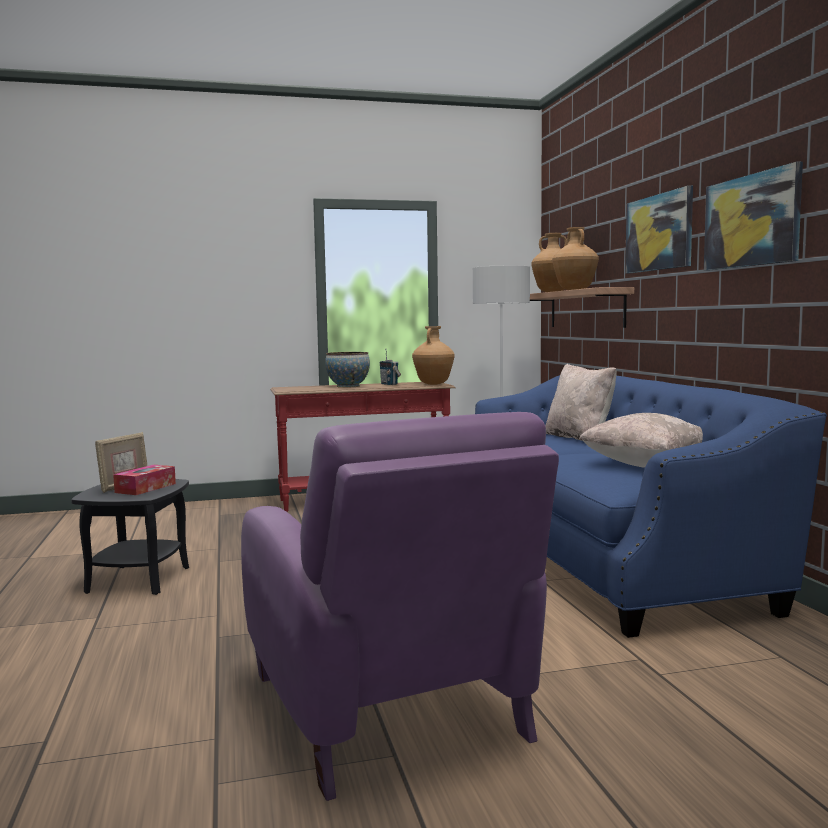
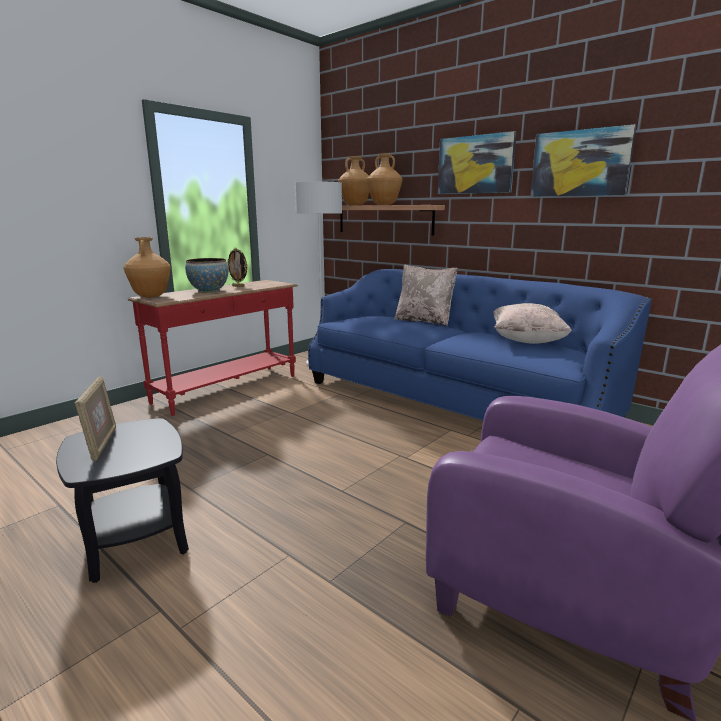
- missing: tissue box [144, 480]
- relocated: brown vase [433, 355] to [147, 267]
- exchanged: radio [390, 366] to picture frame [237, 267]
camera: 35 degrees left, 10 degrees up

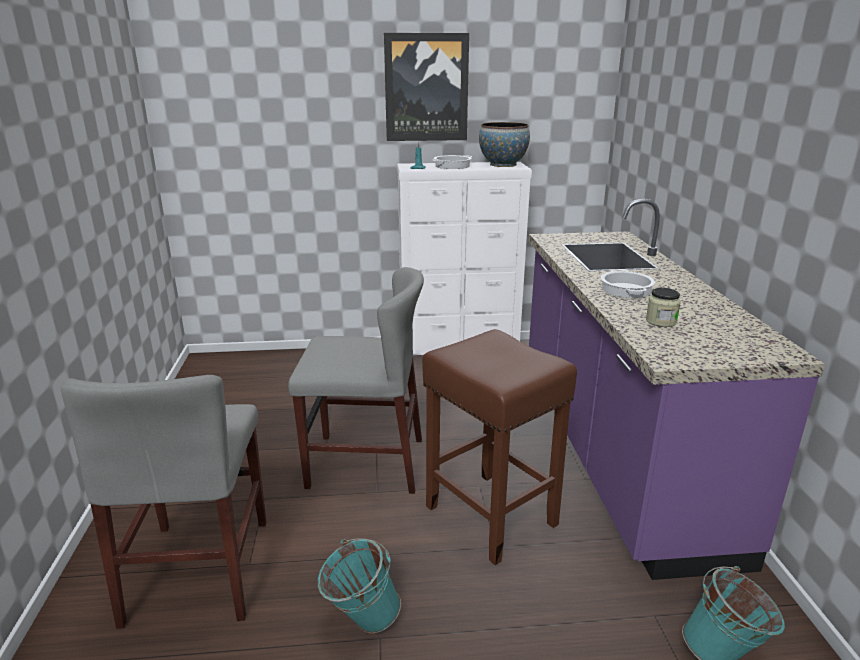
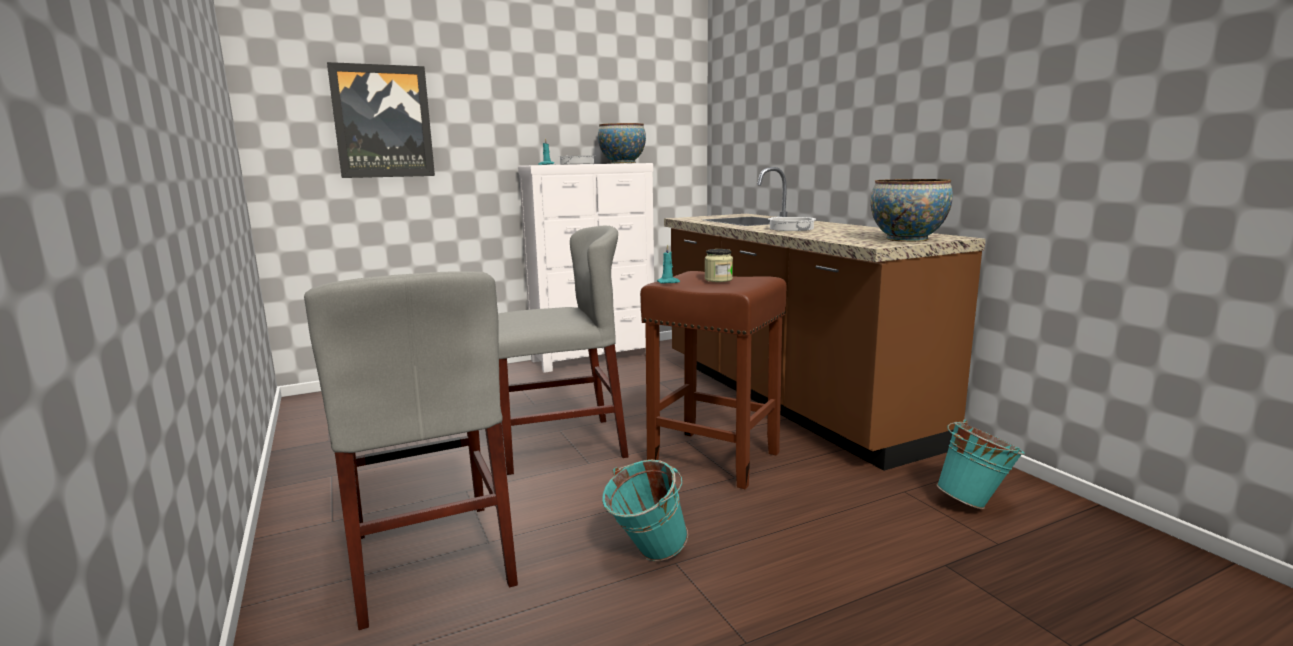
- appeared: turquoise candle [668, 263]
- appeared: bowl [912, 210]
- relocated: picture [426, 87] to [381, 120]
- relocated: jar [663, 307] to [719, 265]
- colour: purple counter [677, 389] to brown counter [825, 319]
camera: 20 degrees left, 10 degrees down

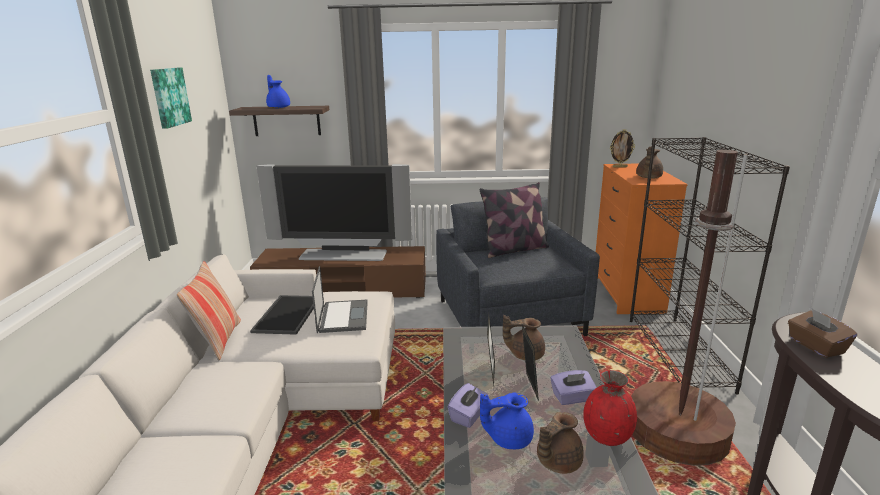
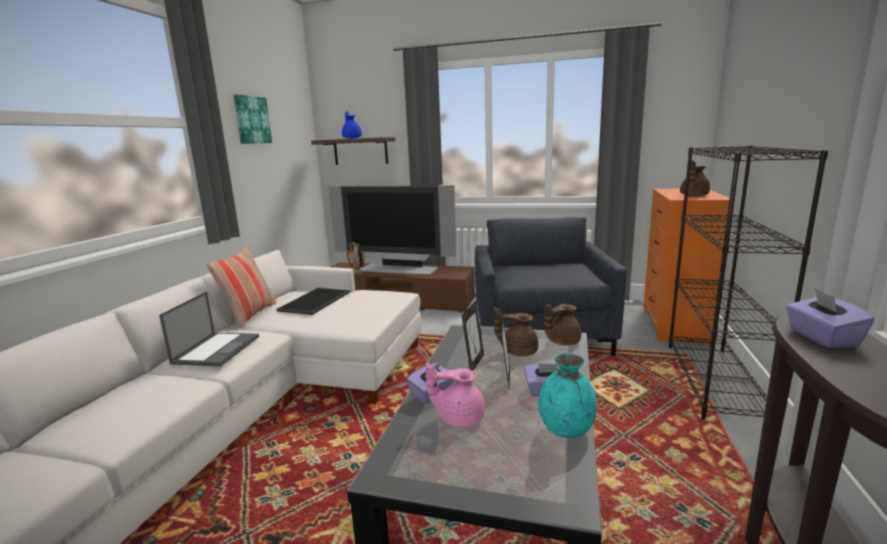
- missing: pillow [514, 220]
- missing: brown floor lamp [689, 308]
- relocated: laptop [340, 299] to [209, 329]
- relocated: brown teapot [560, 443] to [562, 324]
- relocated: picture frame [622, 148] to [355, 258]
- colour: blue teapot [507, 421] to pink teapot [455, 395]
- colour: red vase [610, 408] to turquoise vase [568, 395]
- colour: brown tissue box [822, 333] to purple tissue box [830, 318]
camera: 15 degrees right, 5 degrees down

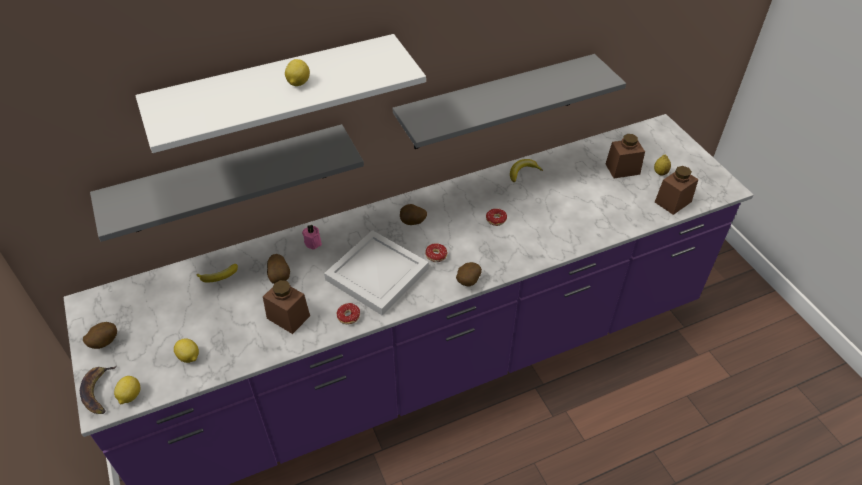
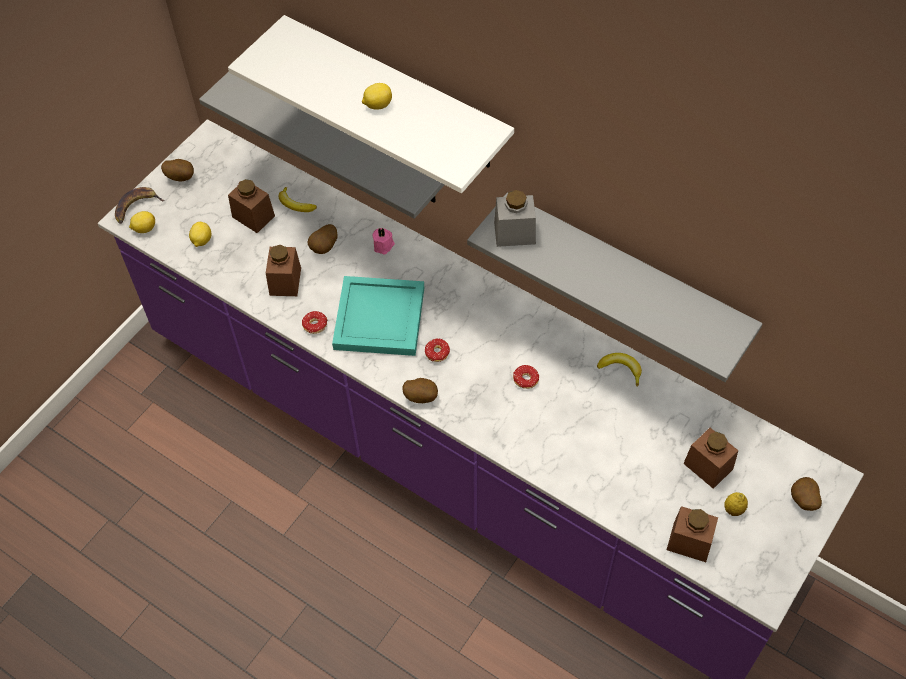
- appeared: brown jar [251, 206]
- appeared: grey jar [515, 218]
- relocated: potato [413, 214] to [806, 494]
- colour: white tray [376, 272] to turquoise tray [378, 316]
camera: 60 degrees right, 10 degrees up

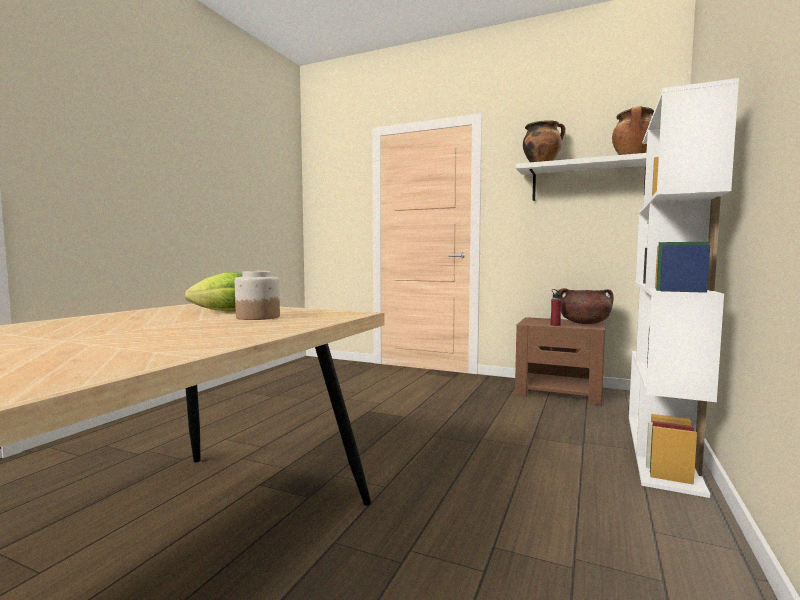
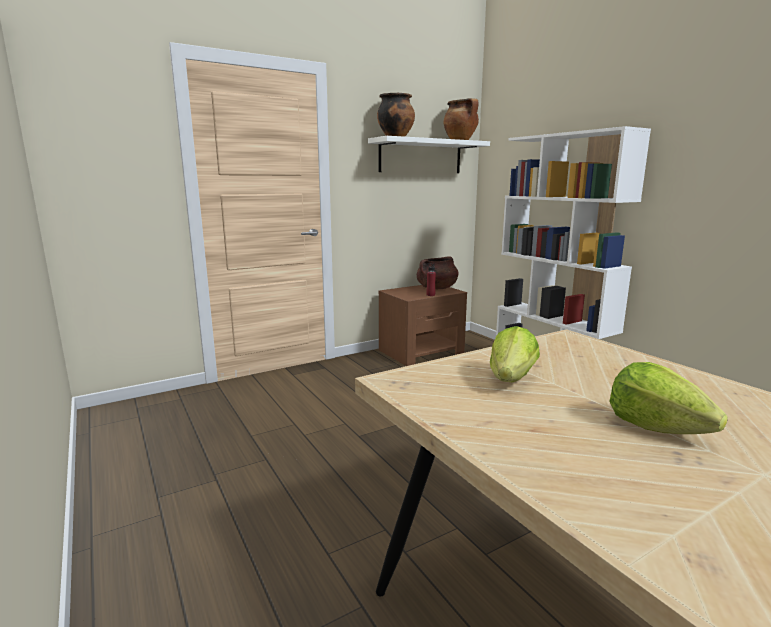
- missing: jar [257, 295]
- appeared: lettuce [668, 398]
camera: 55 degrees left, 10 degrees up

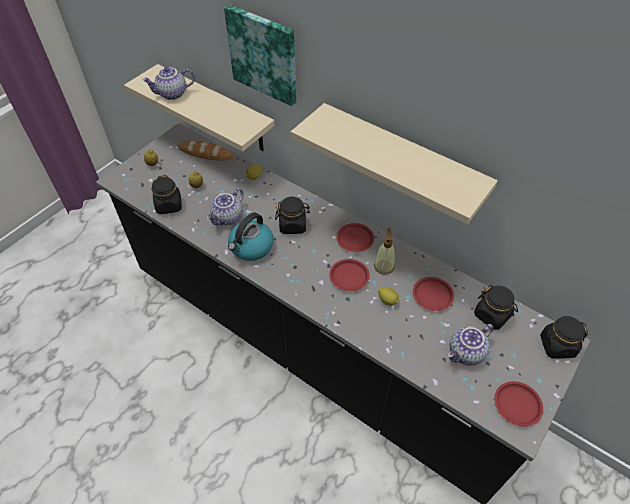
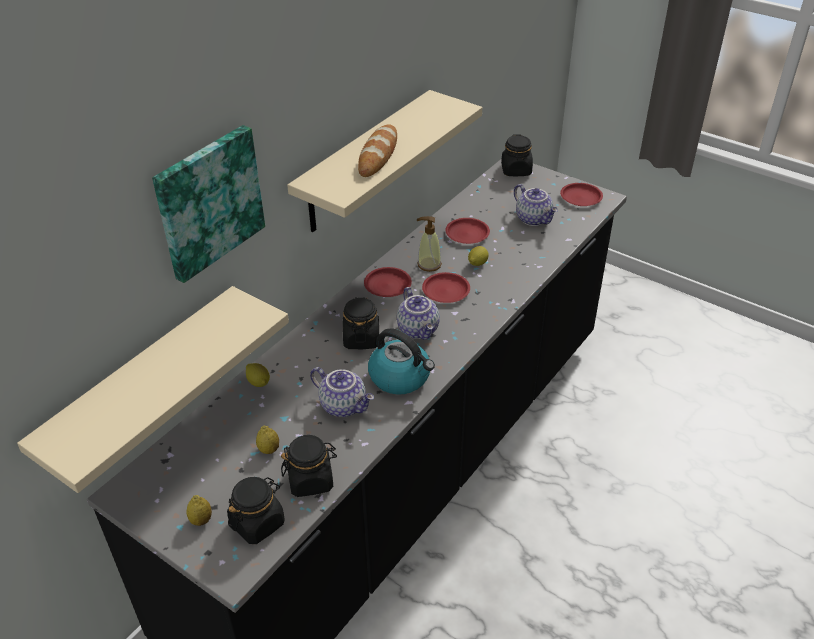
- relocated: teapot [168, 83] to [418, 313]
- relocated: bread [205, 151] to [377, 150]
- relocated: black jar [496, 307] to [256, 510]
camera: 90 degrees left, 10 degrees down

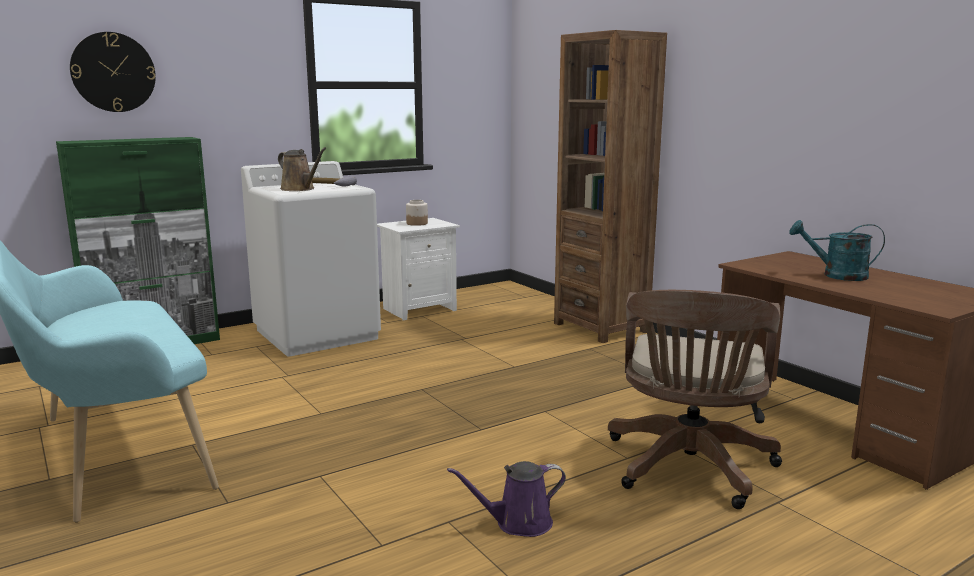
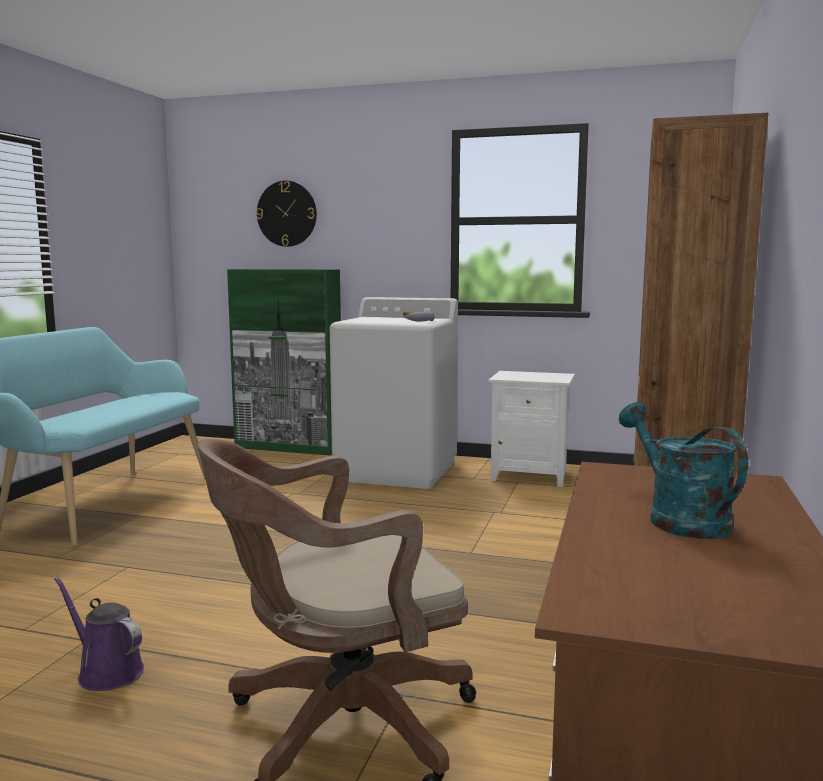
- missing: brown watering can [302, 169]
- missing: jar [417, 213]
camera: 50 degrees right, 5 degrees down

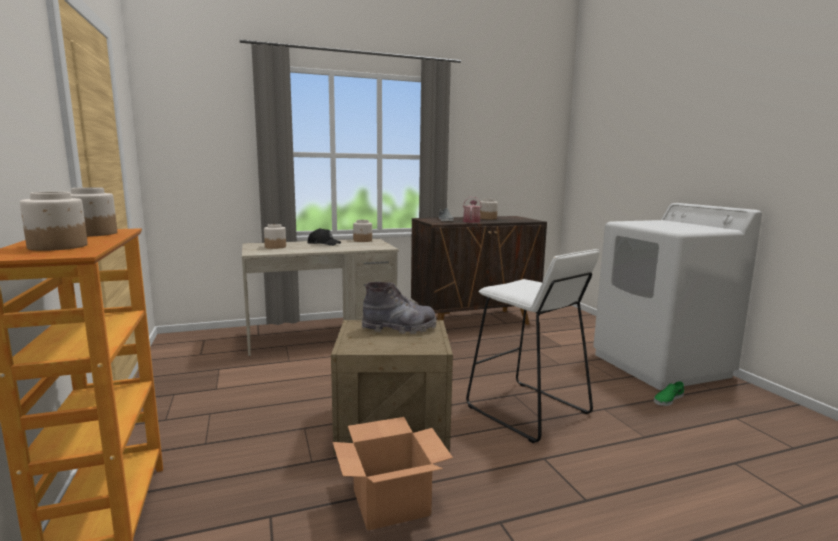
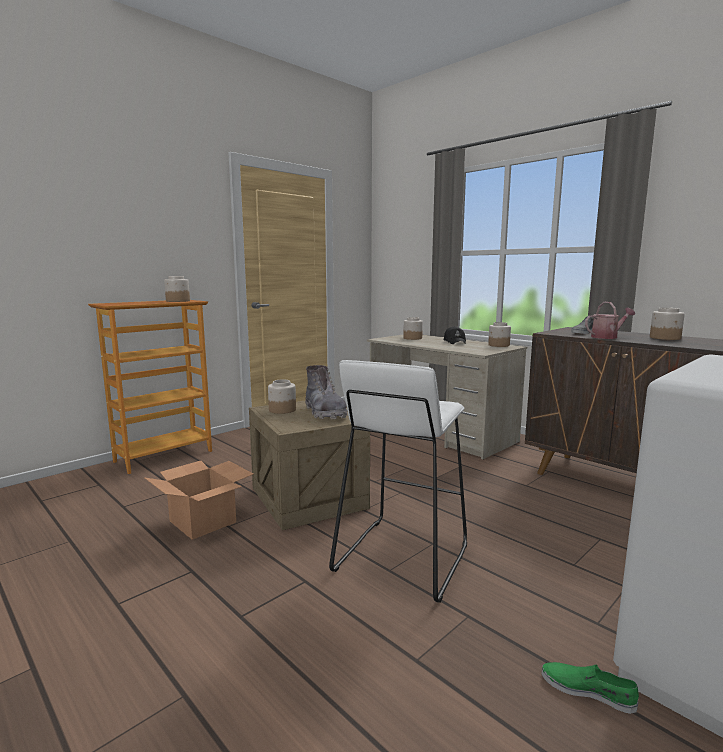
- relocated: jar [54, 221] to [282, 396]
camera: 65 degrees right, 0 degrees up

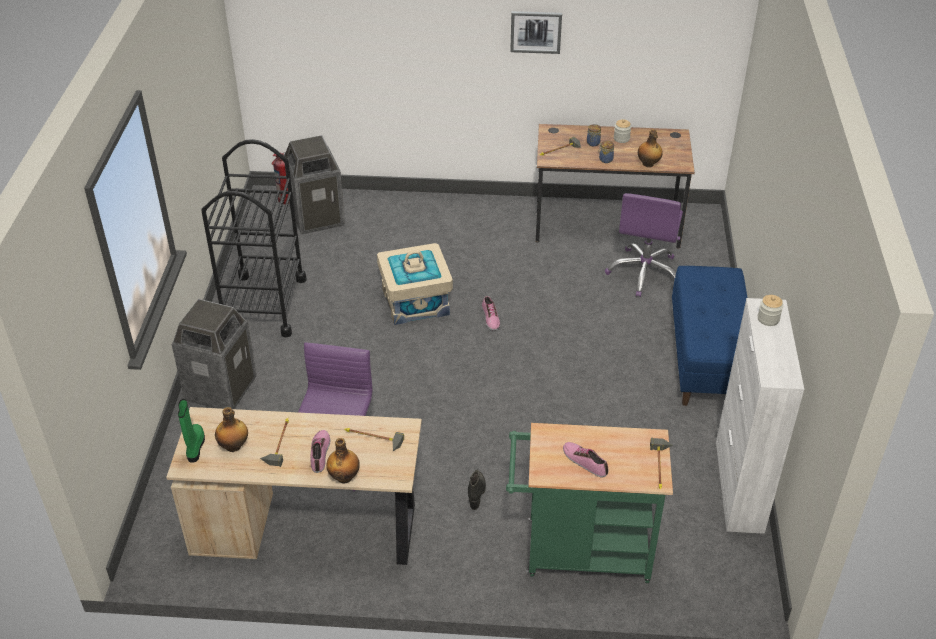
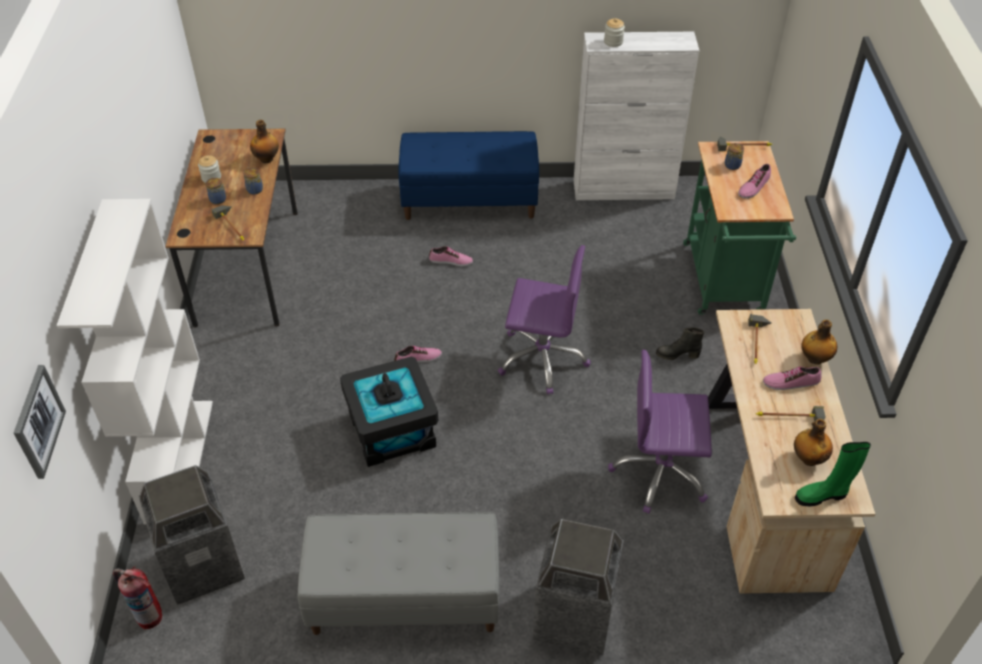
- appeared: white bookcase [134, 362]
- appeared: shoe [451, 256]
- appeared: jar [734, 156]
- relocated: picture [536, 32] to [40, 422]
- relocated: purple office chair [644, 245] to [544, 320]
- exchanged: black cart [254, 238] to grey bench [398, 573]
- colour: beige storage box [415, 284] to black storage box [389, 411]
camera: 95 degrees left, 5 degrees up

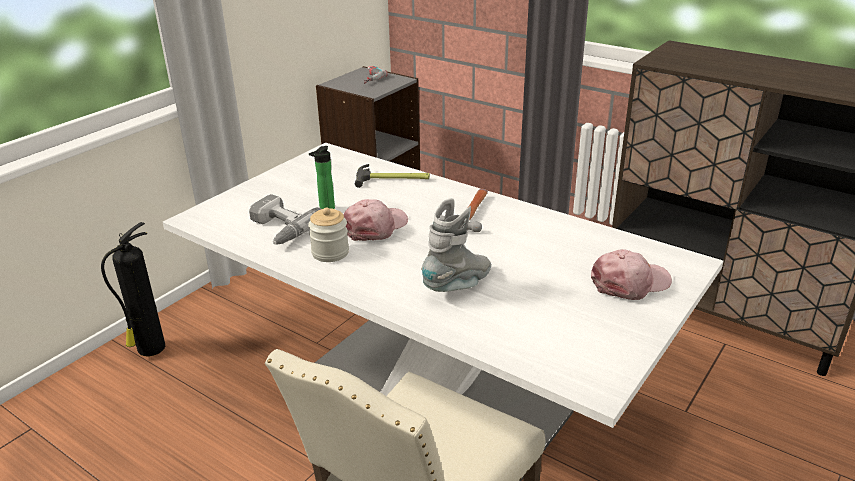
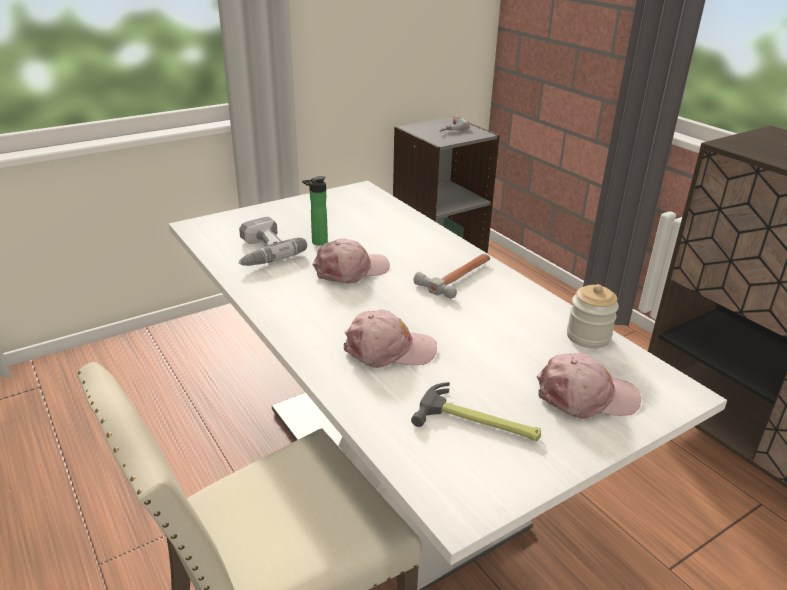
- missing: fire extinguisher [133, 289]
- relocated: jar [328, 235] to [593, 316]
- relocated: hammer [392, 176] to [476, 411]
- exchanged: grey boot [456, 245] to pink cap [390, 339]
camera: 20 degrees right, 0 degrees up

